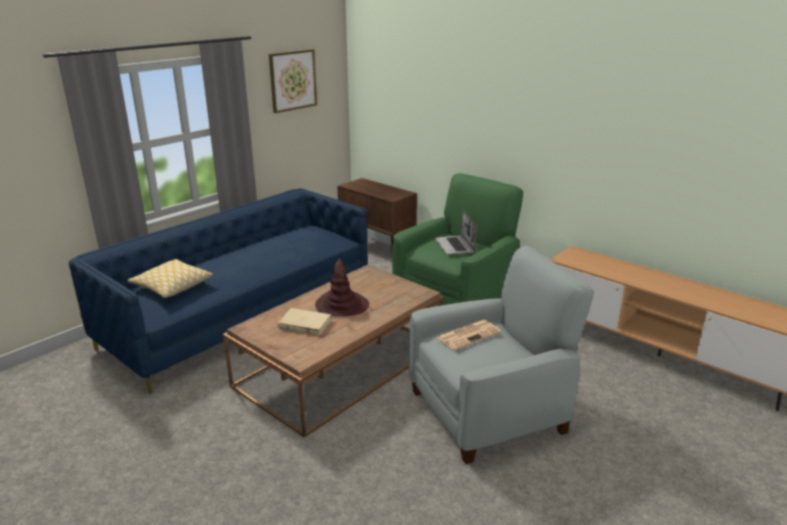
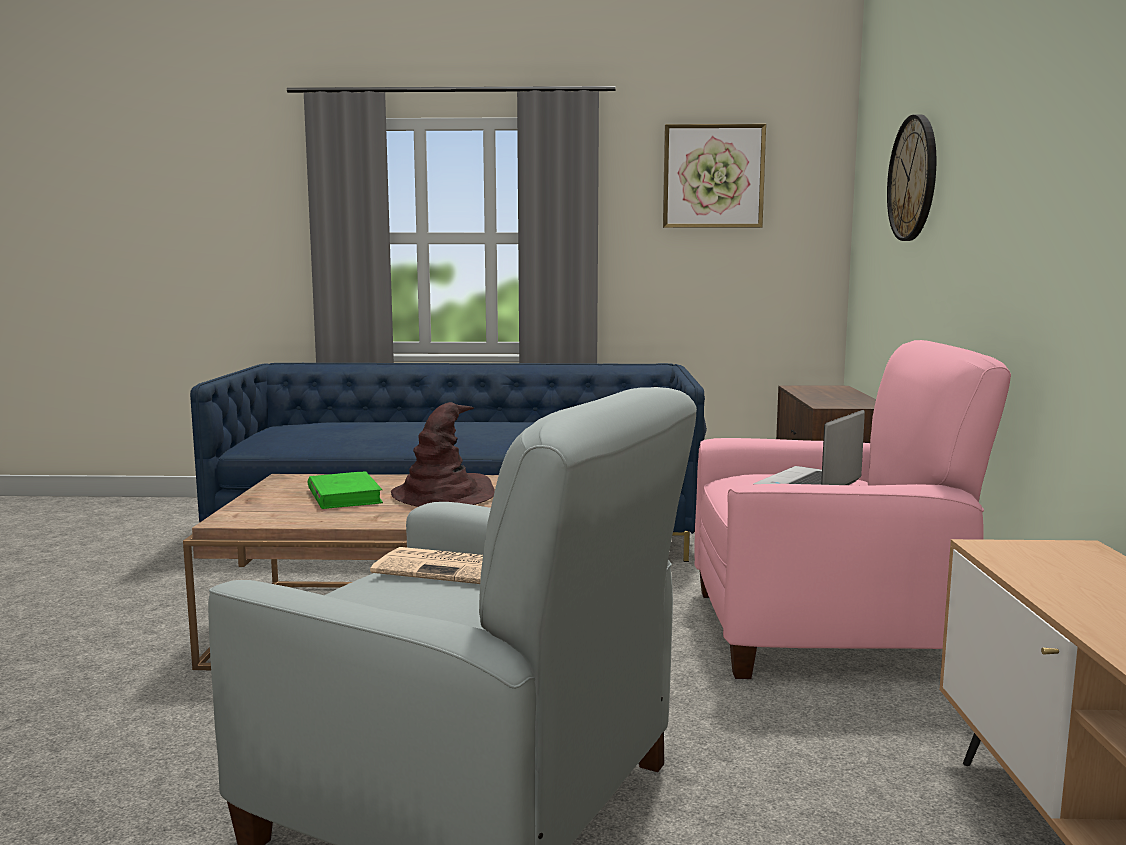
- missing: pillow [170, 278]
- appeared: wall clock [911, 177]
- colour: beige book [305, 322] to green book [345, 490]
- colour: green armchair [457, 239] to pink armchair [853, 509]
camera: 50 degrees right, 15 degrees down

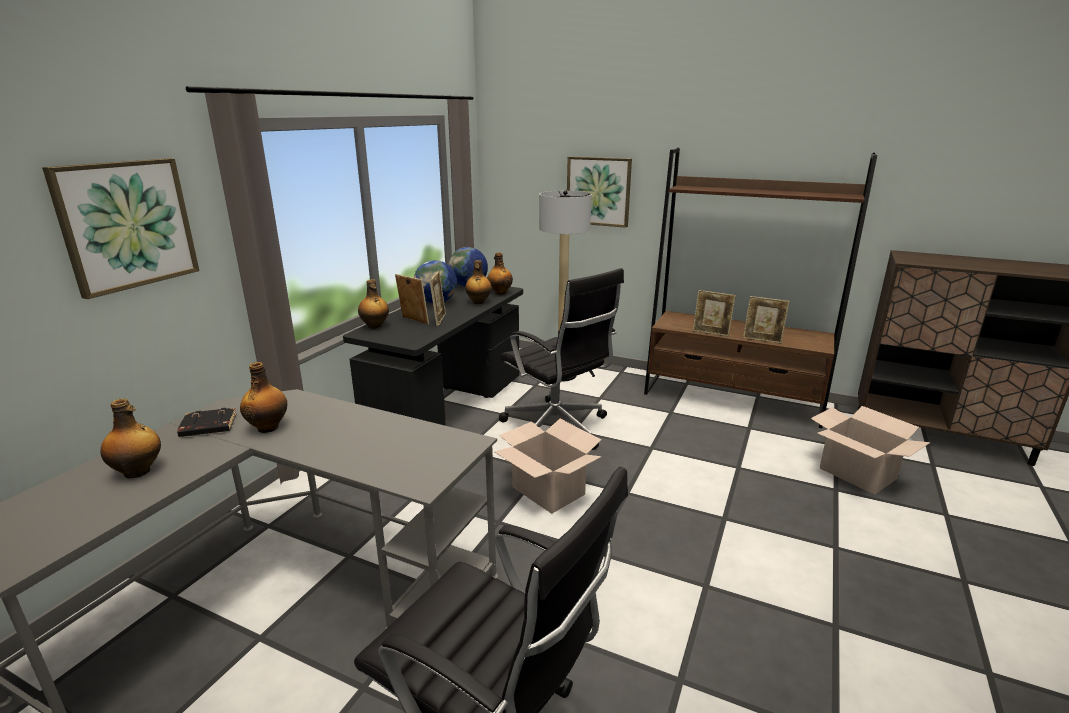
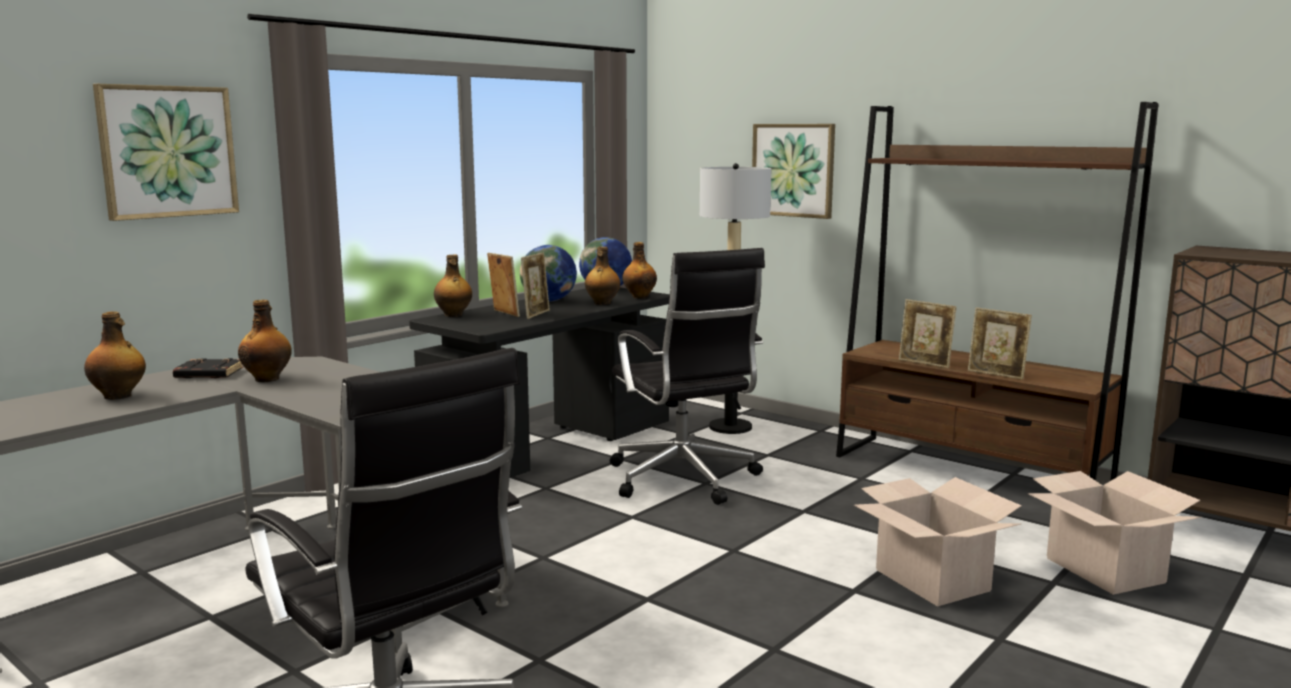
- relocated: cardboard box [548, 466] to [938, 542]
camera: 15 degrees right, 10 degrees down

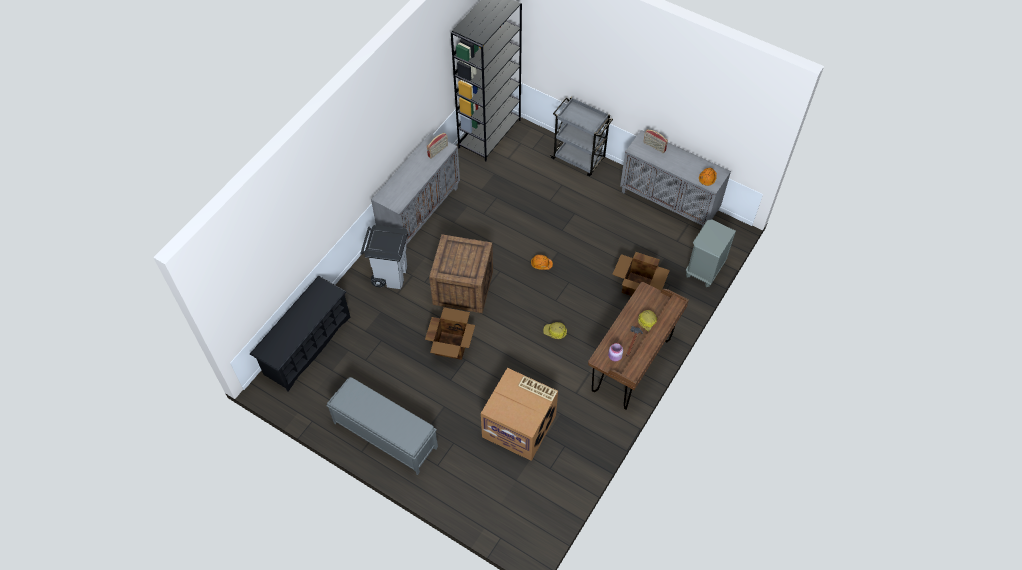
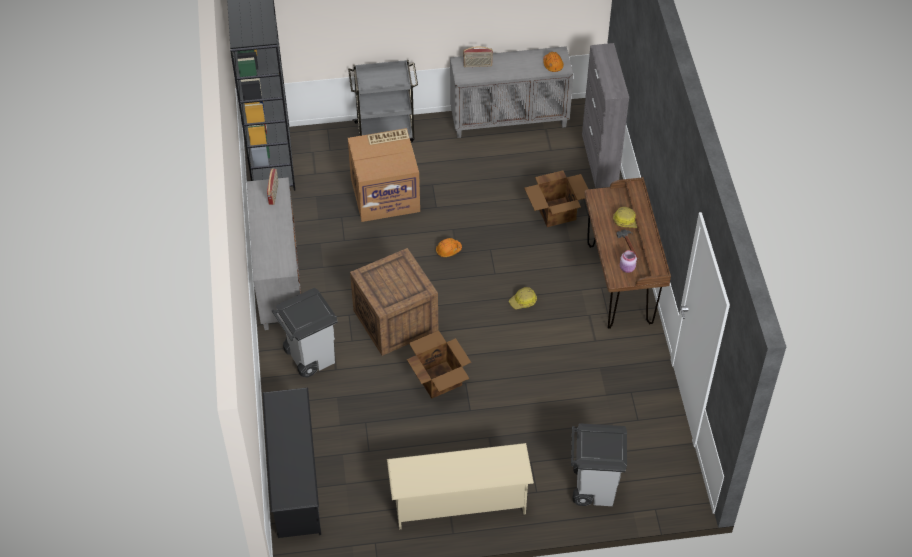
- appeared: grey trash can [599, 464]
- relocated: cardboard box [519, 414] to [384, 175]
- exchanged: grey bench [382, 426] to beige shoe rack [460, 486]
- exchanged: grey nightstand [711, 253] to grey cabinet [605, 115]
camera: 40 degrees left, 5 degrees down

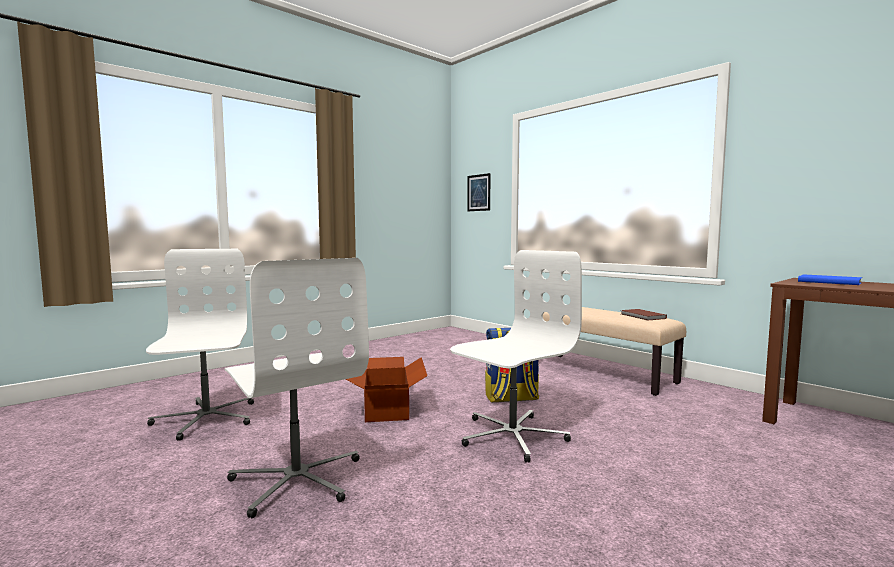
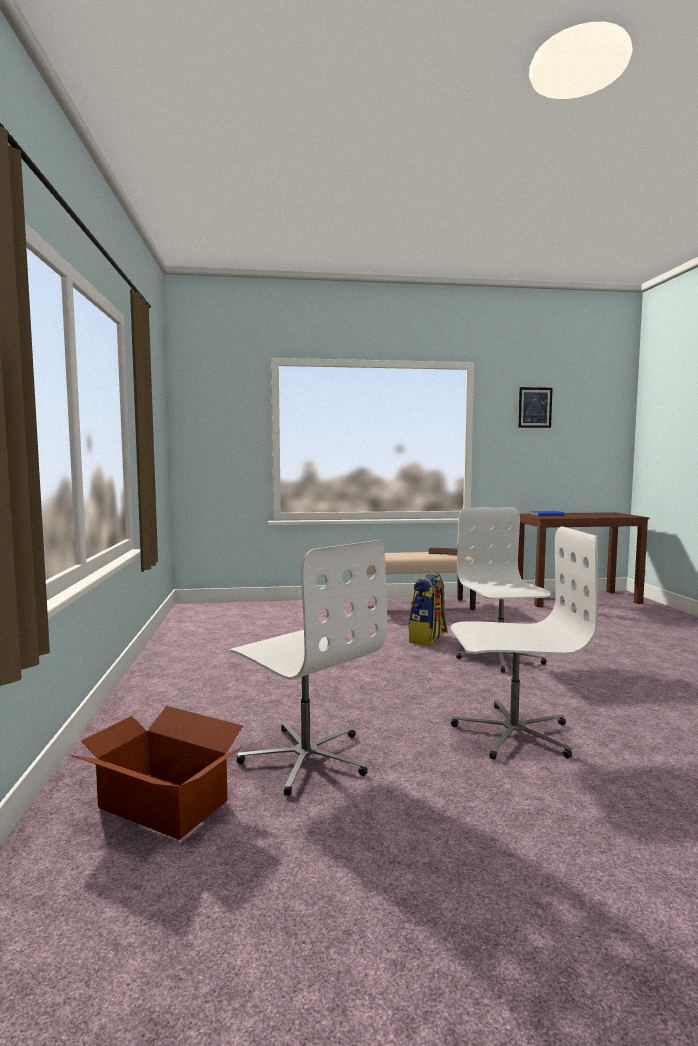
- relocated: cardboard box [386, 389] to [156, 773]
- relocated: picture [479, 192] to [535, 407]
- spun: white office chair [200, 345] = [308, 668] 150 degrees counterclockwise
camera: 55 degrees left, 0 degrees up

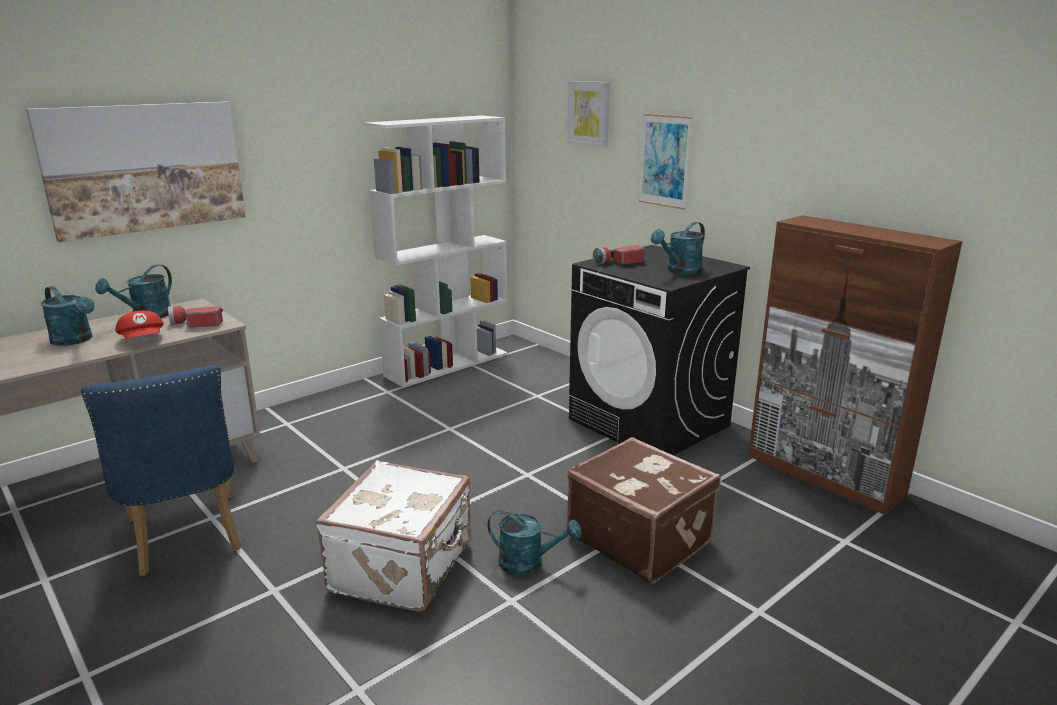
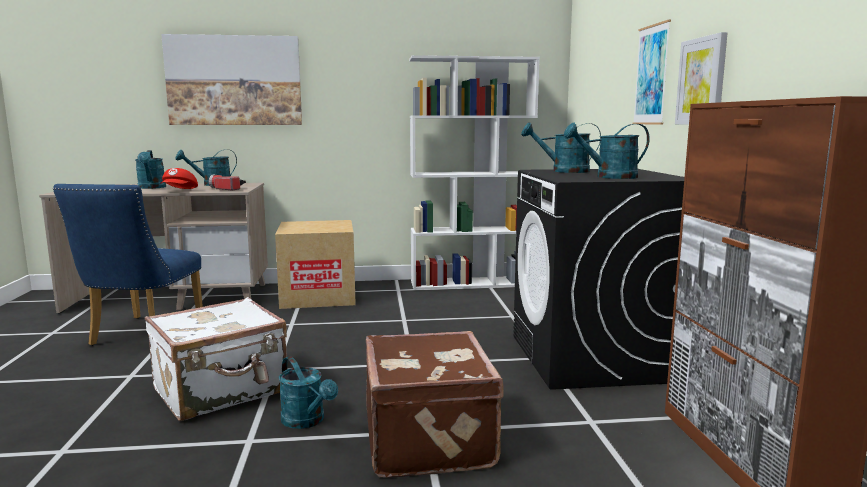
- appeared: cardboard box [315, 264]
- relocated: picture [588, 114] to [701, 78]
- exchanged: flashlight [619, 255] to turquoise watering can [561, 148]
camera: 35 degrees right, 10 degrees down

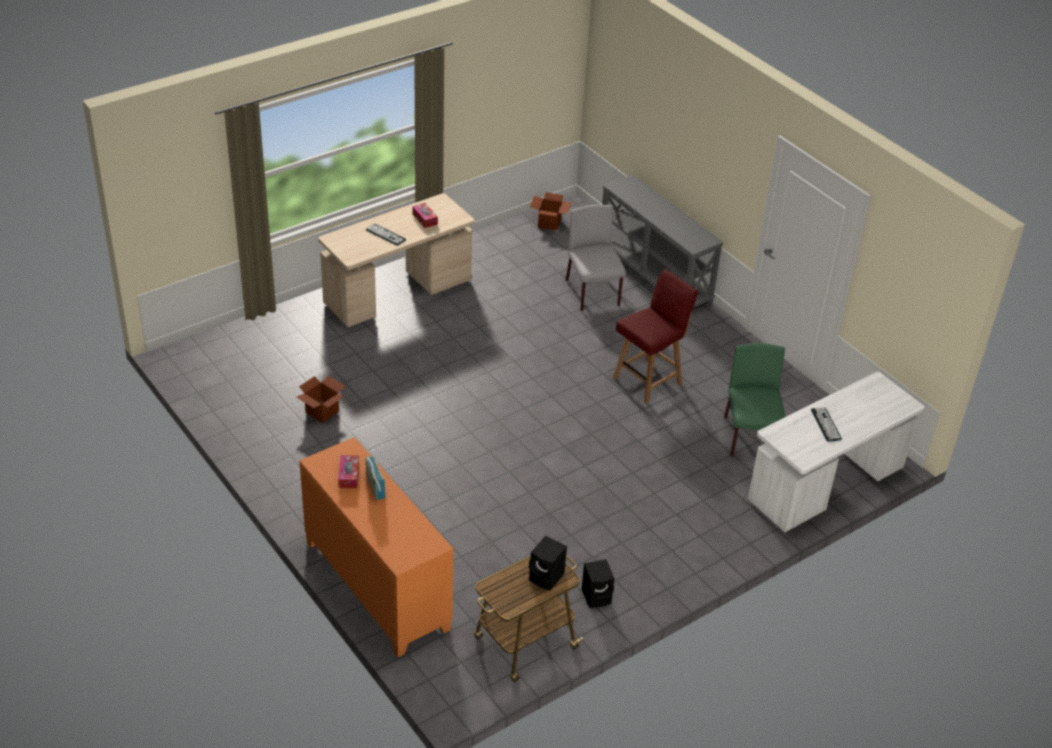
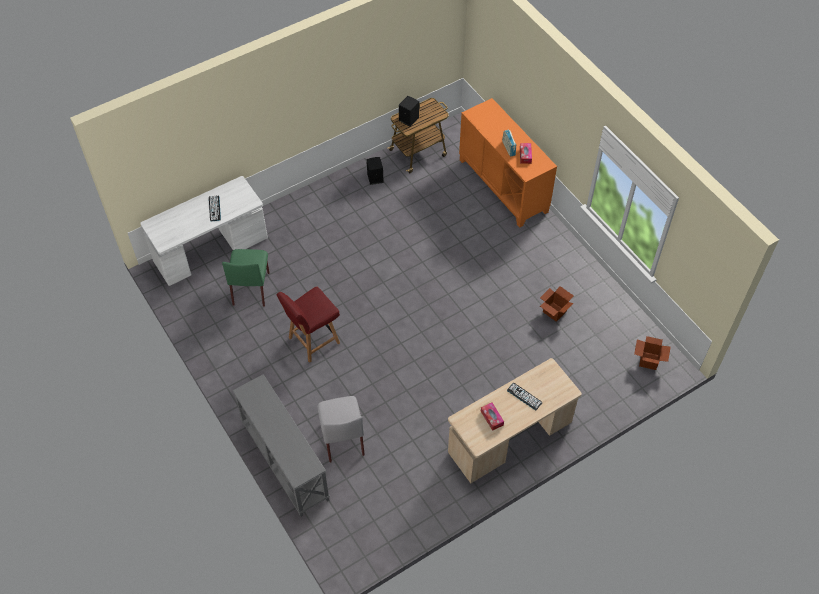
- relocated: cardboard box [551, 211] to [652, 353]
camera: 175 degrees left, 15 degrees up

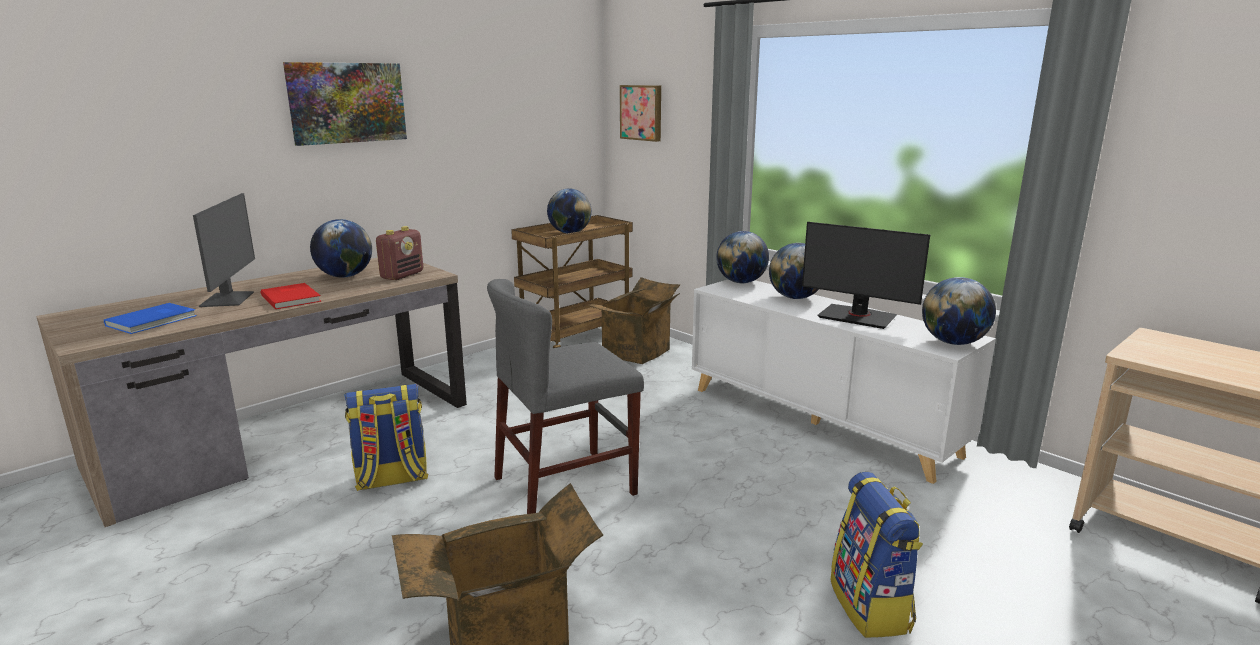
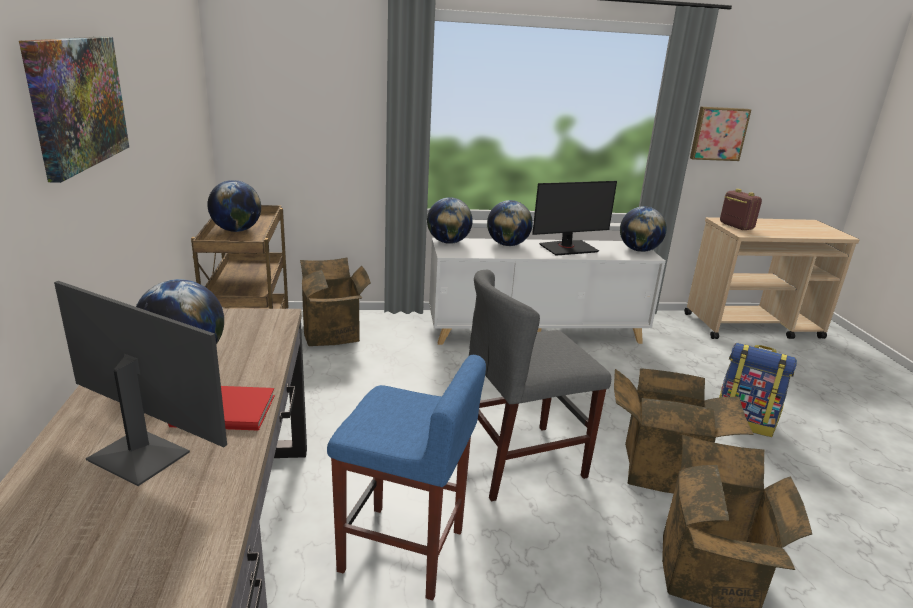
- missing: blue book [150, 318]
- appeared: cardboard box [684, 431]
- relocated: radio [399, 253] to [741, 209]
- relocated: picture [640, 113] to [720, 134]
- exchanged: backpack [386, 437] to blue stool [406, 478]
- spun: grey chair [565, 396] = [540, 386] 60 degrees clockwise
camera: 55 degrees left, 5 degrees up

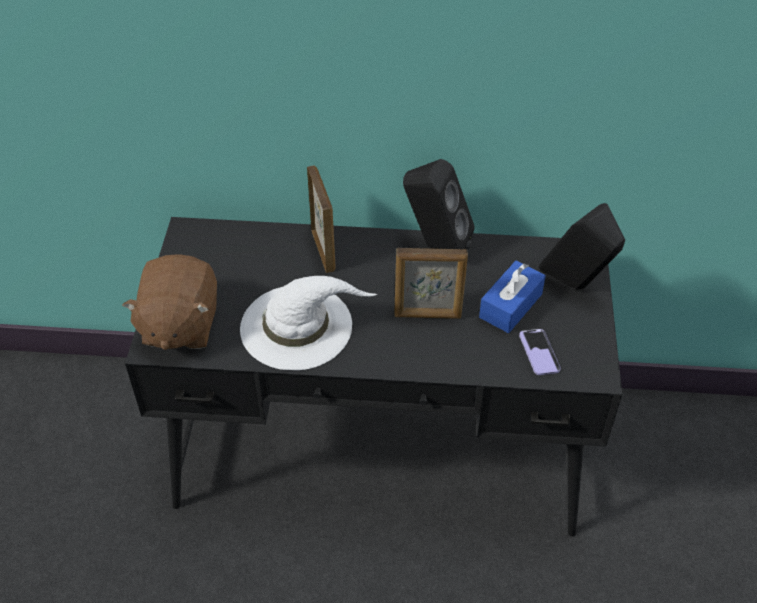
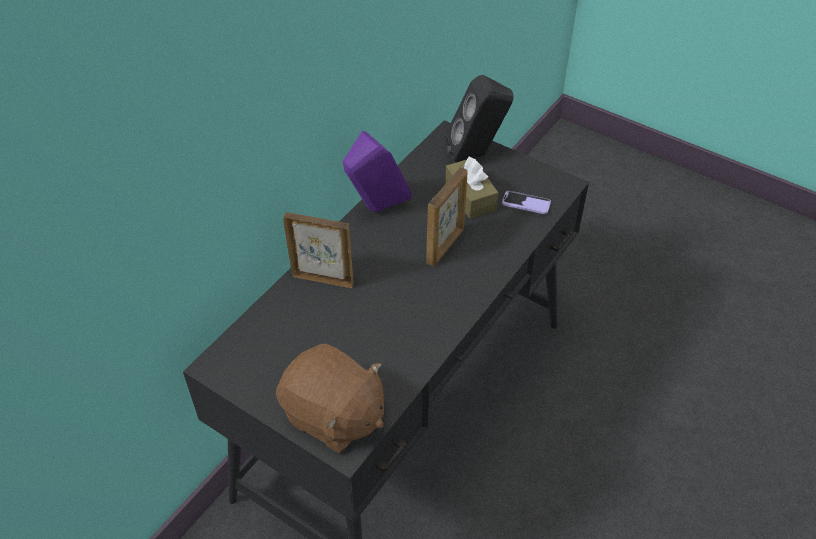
- missing: white hat [308, 323]
- colour: black speaker [439, 204] to purple speaker [377, 171]
- colour: blue tissue box [512, 297] to brown tissue box [471, 188]
camera: 60 degrees left, 0 degrees up

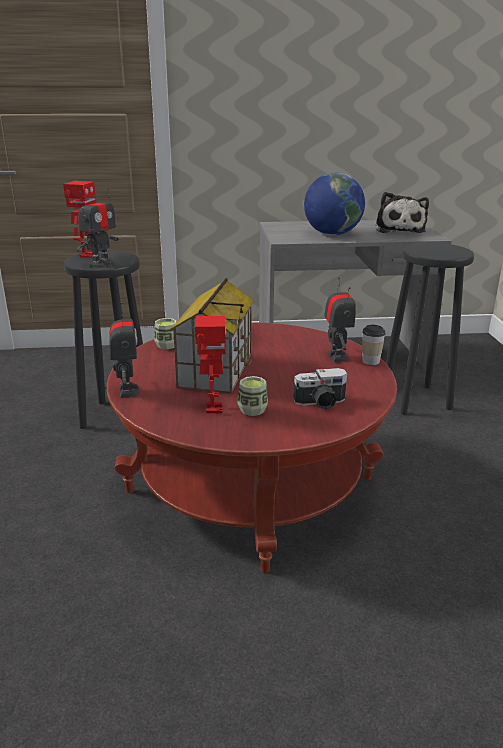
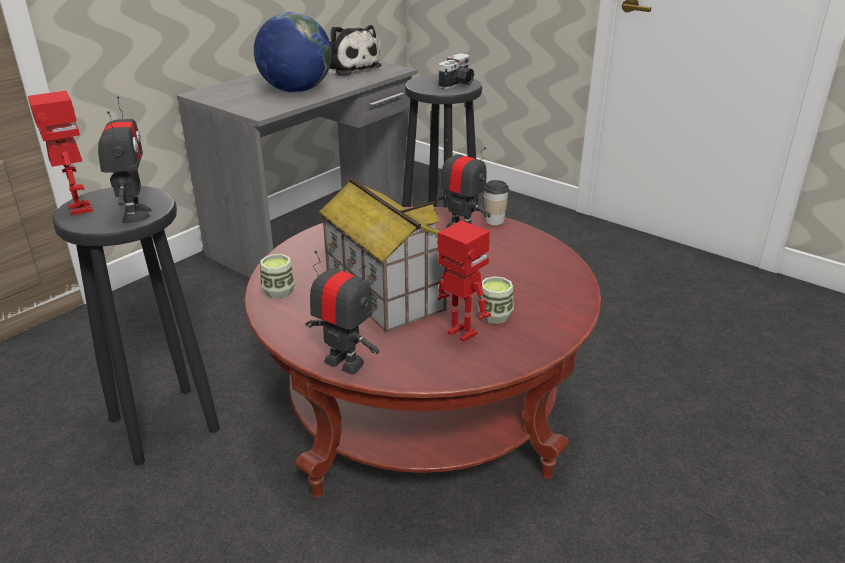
- relocated: photo camera [320, 389] to [456, 71]
camera: 45 degrees left, 5 degrees up

